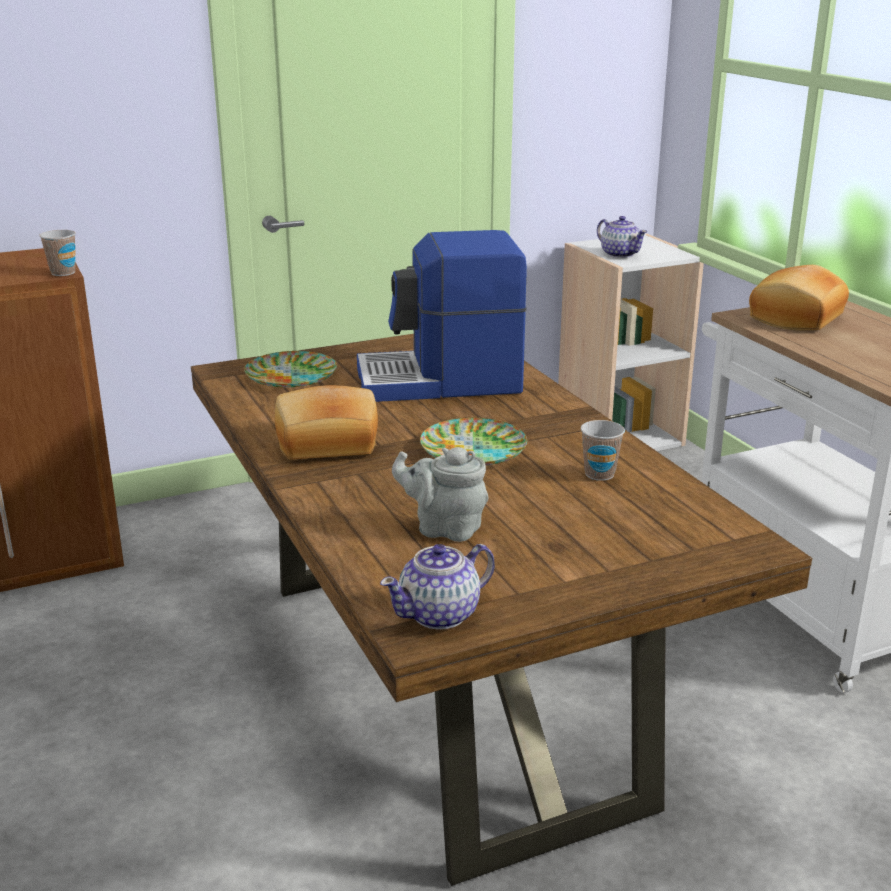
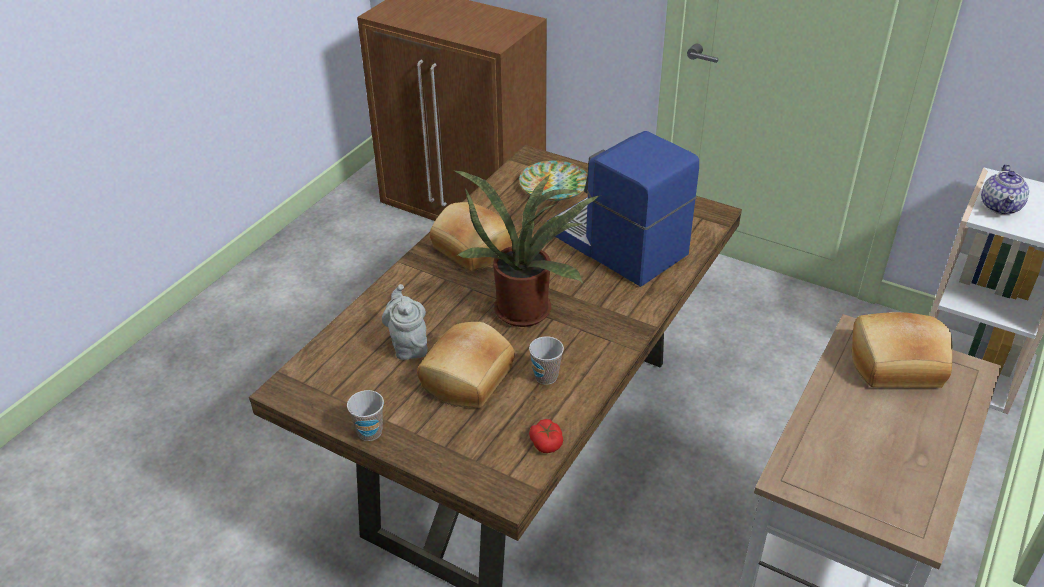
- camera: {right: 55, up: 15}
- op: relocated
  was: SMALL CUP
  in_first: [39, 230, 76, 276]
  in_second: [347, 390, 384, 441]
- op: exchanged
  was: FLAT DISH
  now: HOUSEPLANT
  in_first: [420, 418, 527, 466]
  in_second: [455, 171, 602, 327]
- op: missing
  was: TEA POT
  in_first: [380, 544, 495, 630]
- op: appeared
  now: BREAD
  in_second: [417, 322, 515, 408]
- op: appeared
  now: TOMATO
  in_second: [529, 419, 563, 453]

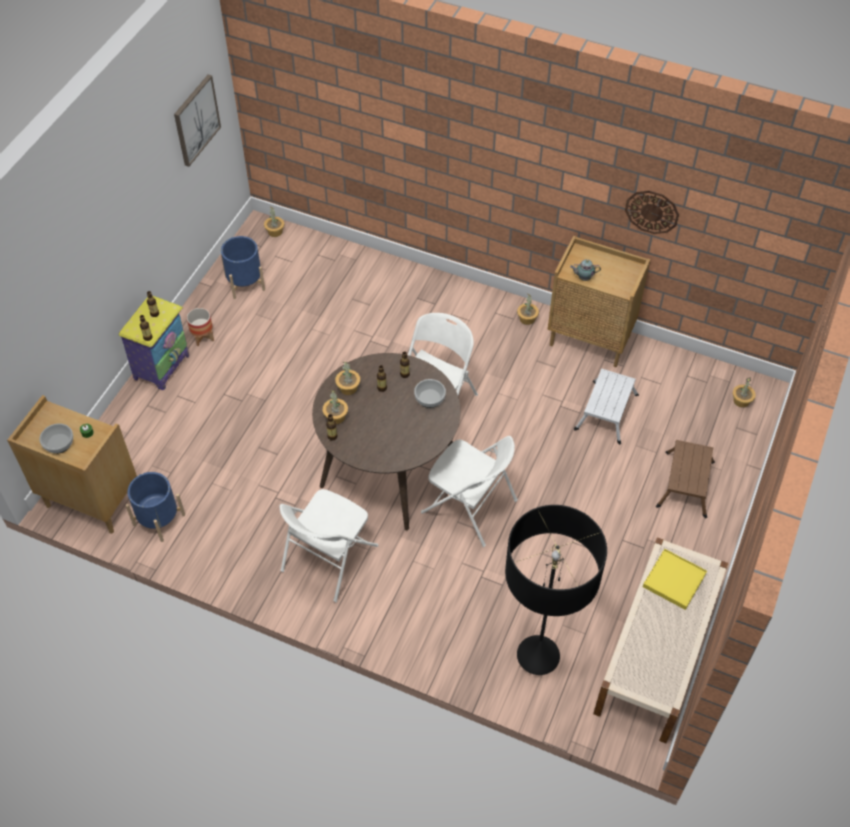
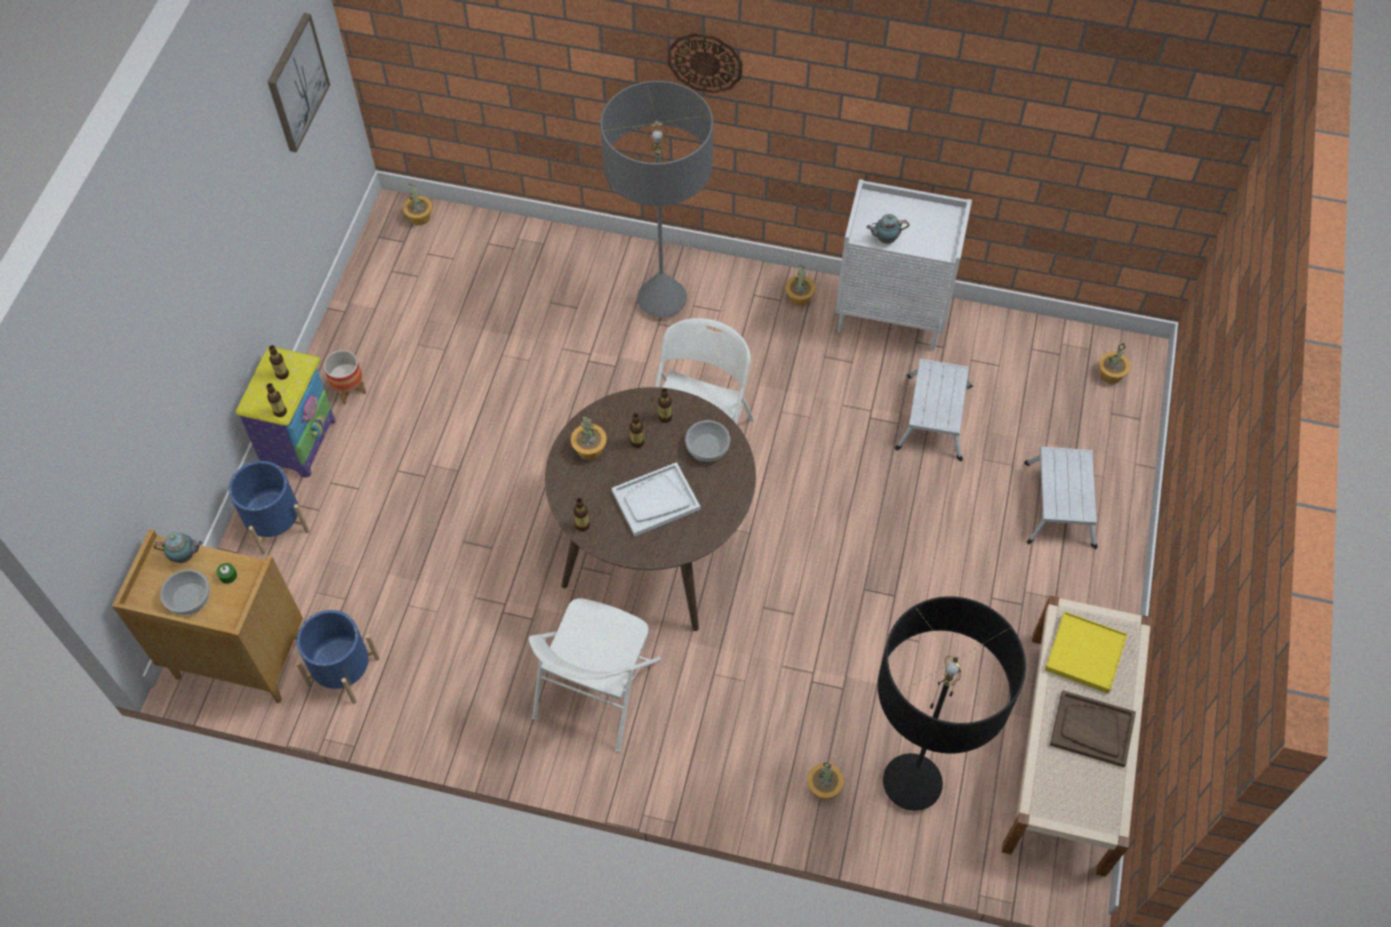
- camera: {right: -10, up: 5}
- op: relocated
  was: WALL CLOCK
  in_first: [625, 190, 679, 234]
  in_second: [668, 33, 743, 93]
- op: relocated
  was: BLUE PLANTER
  in_first: [221, 236, 265, 299]
  in_second: [229, 461, 309, 555]
- op: colour
  was: BROWNISH CABINET
  now: WHITISH CABINET
  in_first: [548, 236, 651, 367]
  in_second: [835, 179, 972, 351]
- op: relocated
  was: HOUSEPLANT
  in_first: [323, 390, 348, 424]
  in_second: [807, 762, 844, 800]
- op: missing
  was: WHITISH PLAIN CHAIR
  in_first: [421, 436, 518, 548]
- op: colour
  was: BROWNISH STEP LADDER
  now: WHITISH STEP LADDER
  in_first: [656, 440, 715, 519]
  in_second: [1024, 447, 1098, 550]
- op: appeared
  now: GREYISH STANDARD LAMP
  in_second: [600, 81, 713, 318]
- op: appeared
  now: WHITISH TRAY
  in_second: [612, 462, 700, 536]
- op: appeared
  now: TEA POT
  in_second: [153, 533, 203, 563]
- op: appeared
  now: BROWNISH TRAY
  in_second: [1050, 690, 1136, 767]

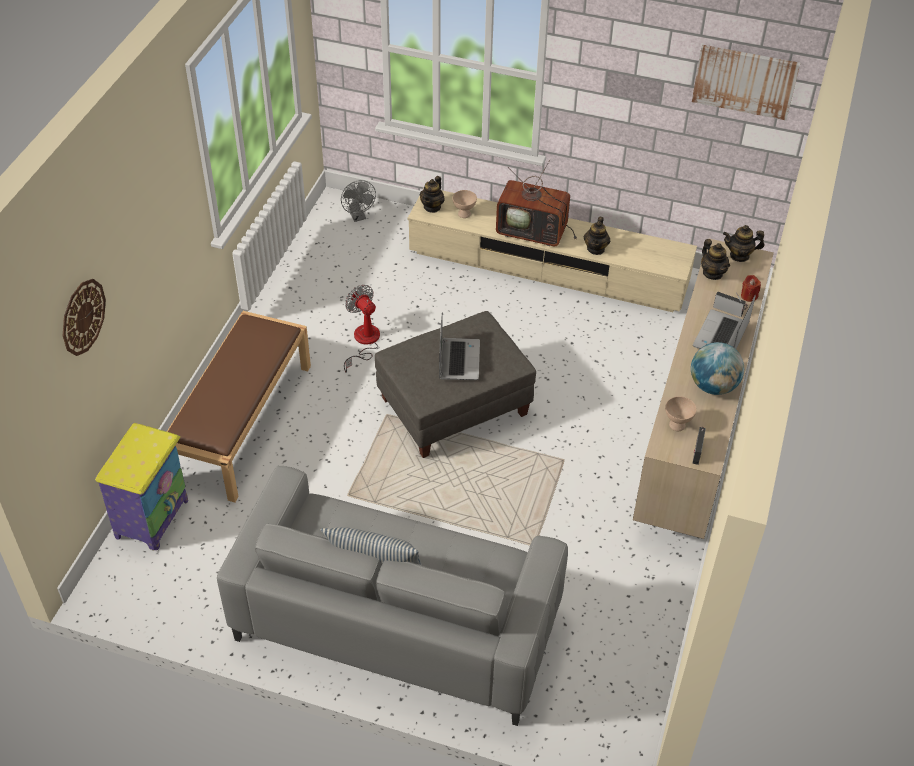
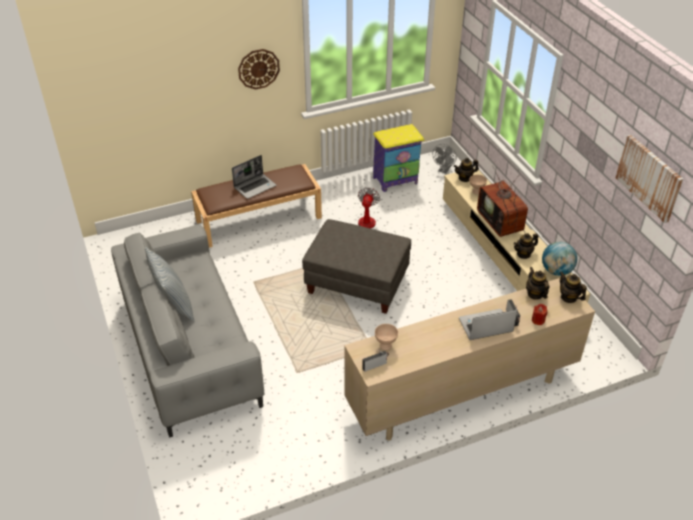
- camera: {right: 50, up: -5}
- op: spun
  was: TEA POT
  in_first: [701, 239, 730, 280]
  in_second: [526, 267, 549, 300]
  clockwise: 135
- op: relocated
  was: WALL CLOCK
  in_first: [63, 279, 106, 356]
  in_second: [238, 49, 280, 90]
- op: relocated
  was: LAPTOP
  in_first: [439, 312, 480, 380]
  in_second: [232, 155, 277, 199]
- op: relocated
  was: WORLD GLOBE
  in_first: [691, 342, 744, 395]
  in_second: [542, 242, 577, 276]
- op: relocated
  was: NIGHT TABLE
  in_first: [95, 423, 188, 550]
  in_second: [373, 124, 425, 192]

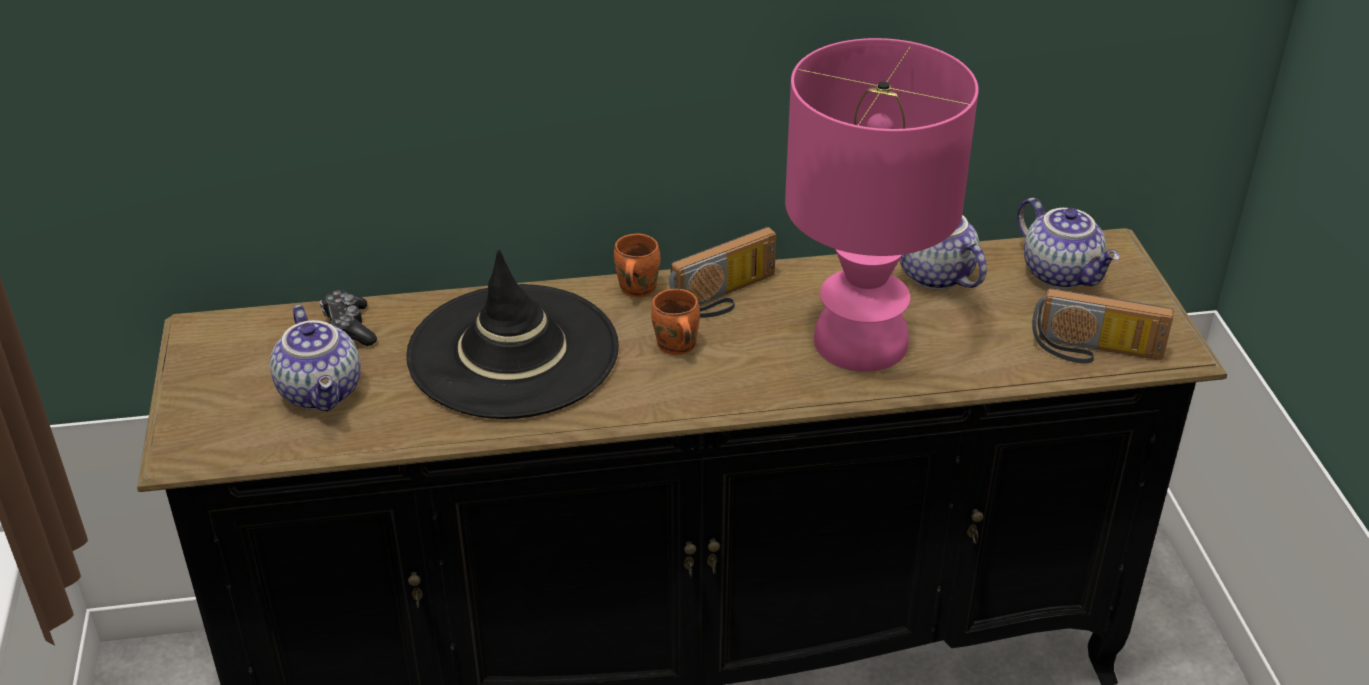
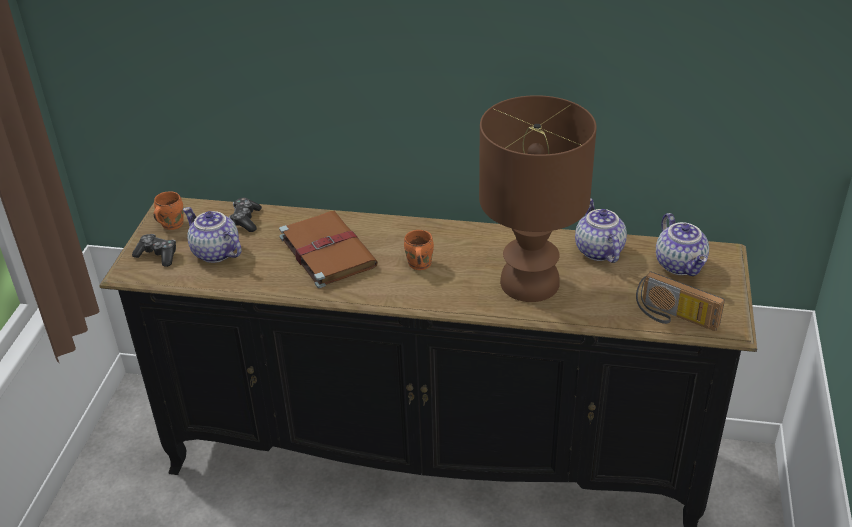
- camera: {right: 20, up: 0}
- op: colour
  was: PINK-COLOURED TABLE LAMP
  now: BROWNISH TABLE LAMP
  in_first: [785, 38, 979, 372]
  in_second: [479, 95, 597, 302]
- op: missing
  was: RADIO SET
  in_first: [669, 227, 776, 318]
- op: relocated
  was: ORANGEY COFFEE MUG
  in_first: [614, 234, 661, 297]
  in_second: [154, 191, 184, 230]
- op: exchanged
  was: BLACK WEARABLE HAT
  now: BROWNISH VOLUME
  in_first: [406, 250, 619, 419]
  in_second: [279, 211, 378, 288]
- op: spun
  was: TEA POT
  in_first: [270, 305, 361, 411]
  in_second: [183, 207, 241, 263]
  clockwise: 135
- op: appeared
  now: JOYPAD
  in_second: [132, 234, 176, 267]

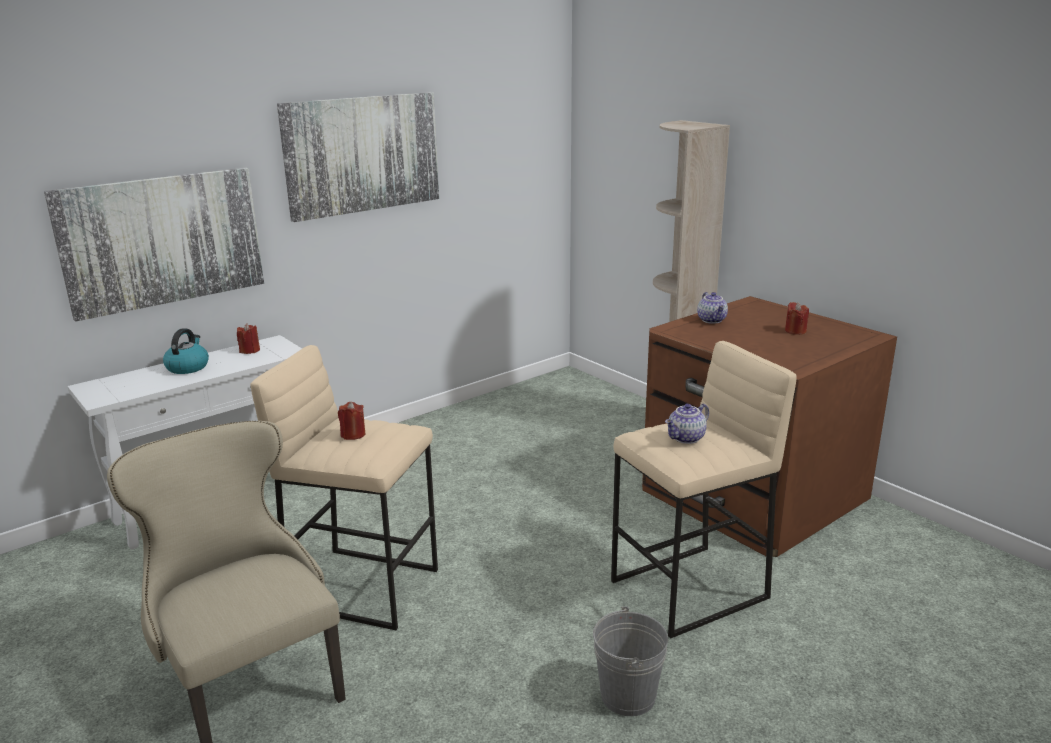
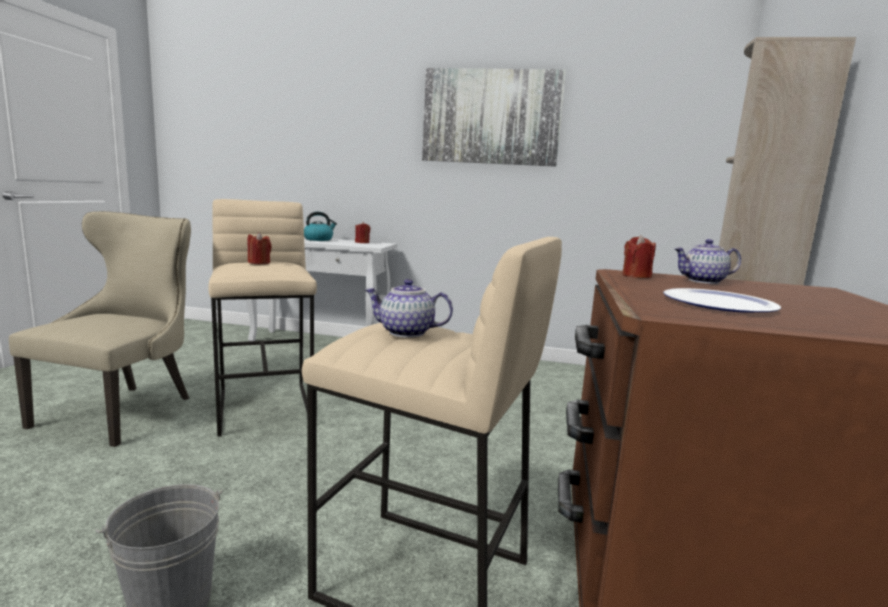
- camera: {right: 50, up: -10}
- op: missing
  was: WALL ART
  in_first: [44, 168, 264, 322]
- op: spun
  was: TEA POT
  in_first: [697, 292, 728, 324]
  in_second: [674, 239, 741, 284]
  clockwise: 45
- op: relocated
  was: RED CANDLE
  in_first: [785, 302, 809, 335]
  in_second: [622, 235, 656, 278]
- op: appeared
  now: FLAT DISH
  in_second: [663, 288, 781, 313]

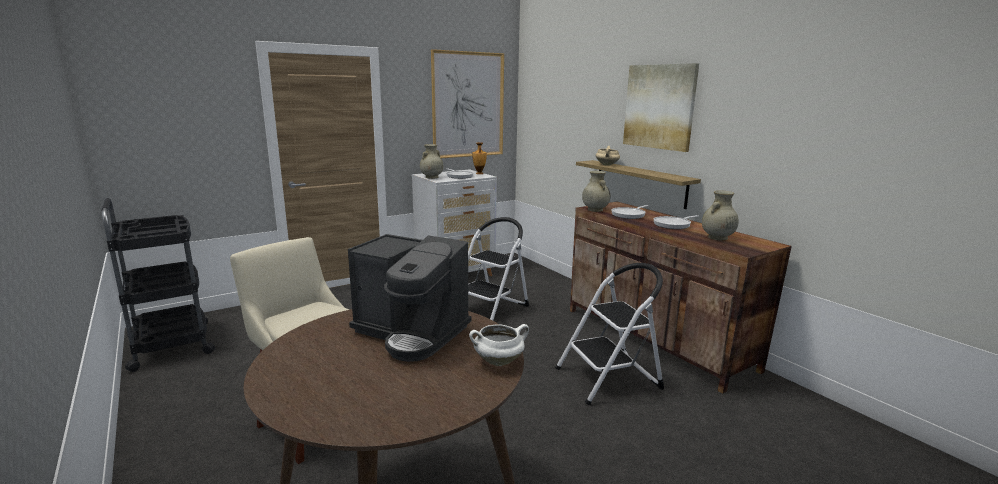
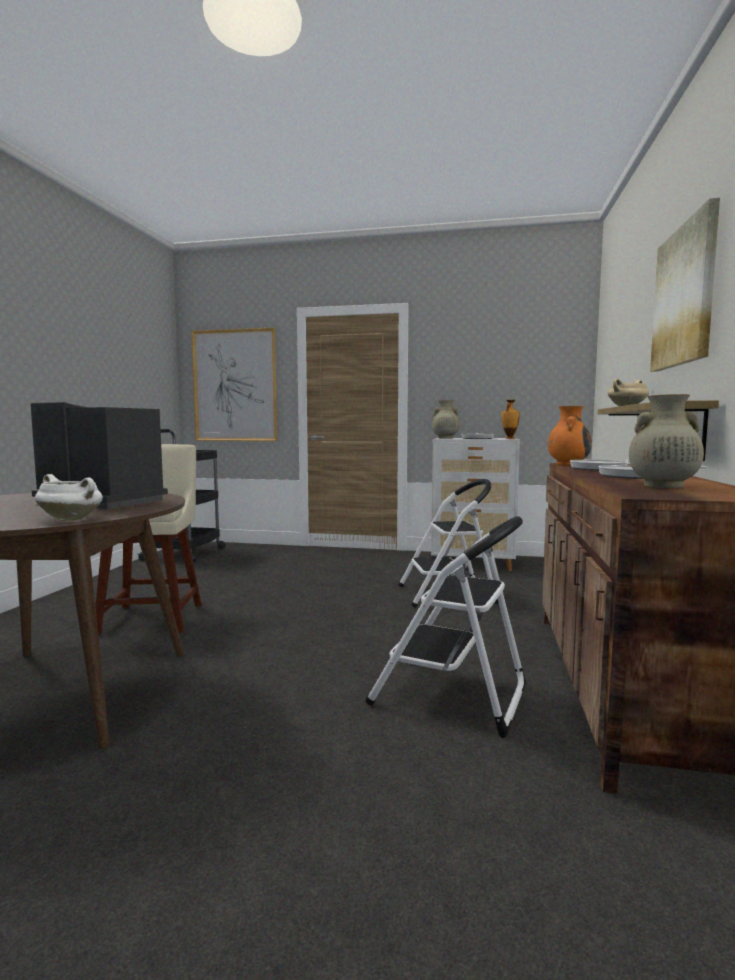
- camera: {right: 45, up: -10}
- op: relocated
  was: WALL ART
  in_first: [431, 49, 504, 158]
  in_second: [191, 328, 277, 441]
- op: colour
  was: BEIGE-COLOURED VASE
  now: ORANGEY VASE
  in_first: [582, 171, 610, 212]
  in_second: [548, 406, 592, 466]
- op: spun
  was: COFFEE MACHINE
  in_first: [348, 234, 471, 362]
  in_second: [31, 402, 168, 509]
  clockwise: 135

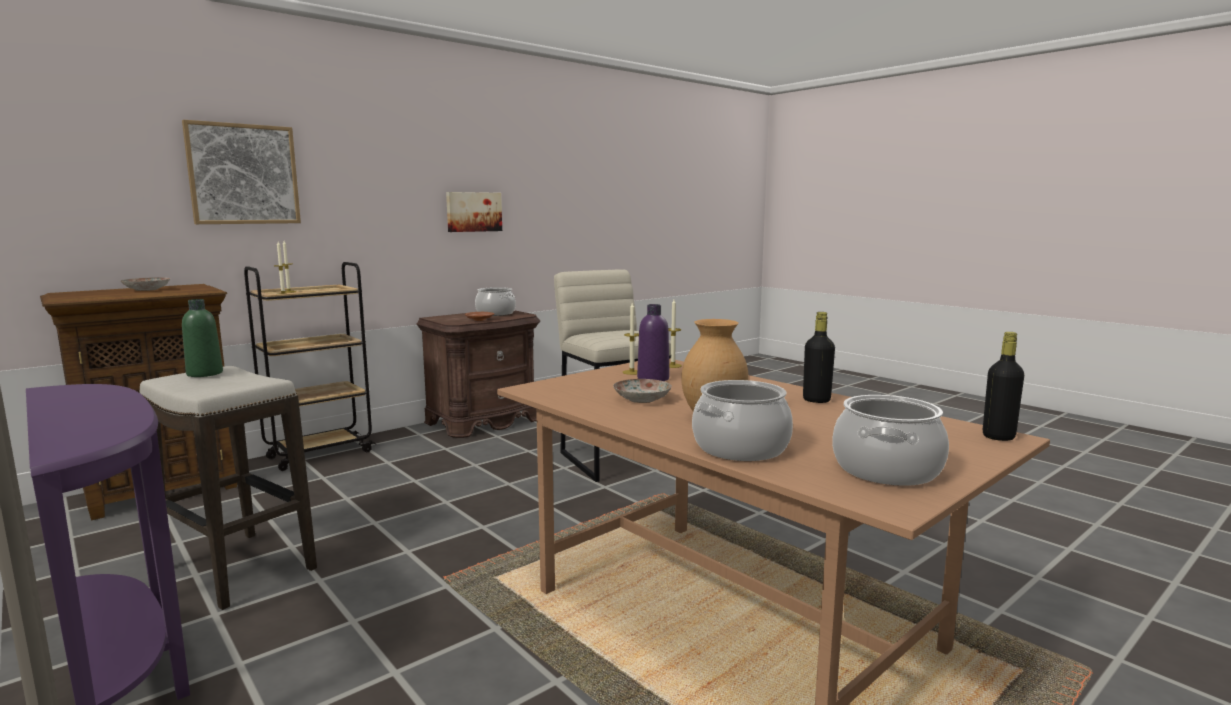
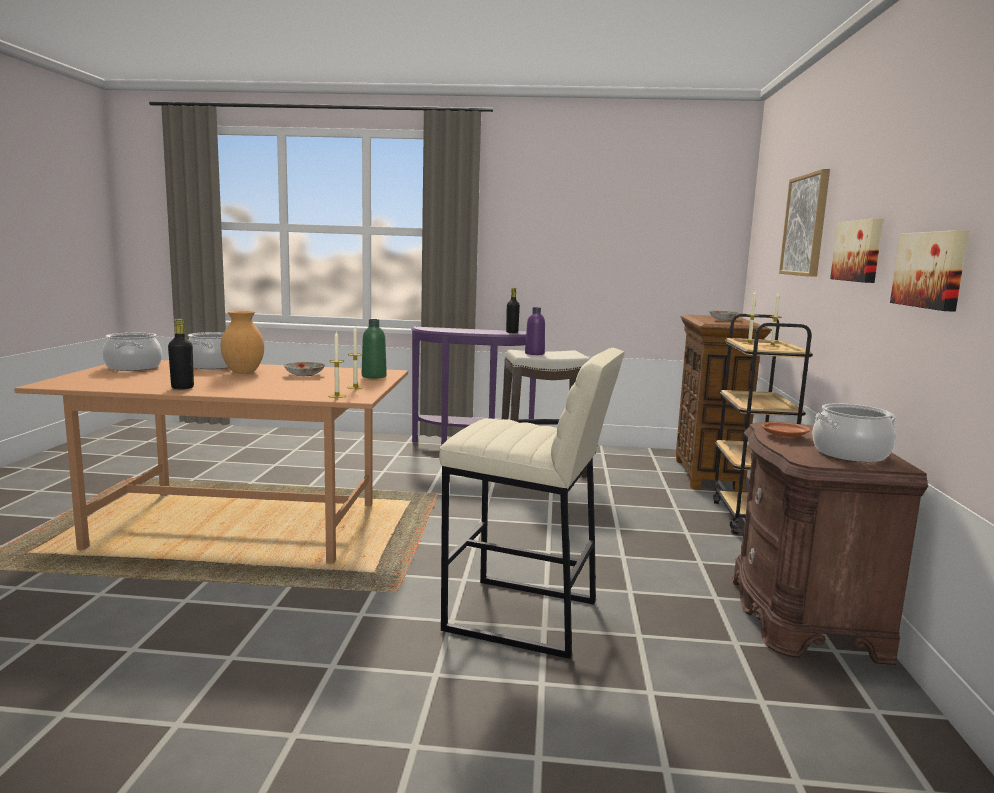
- camera: {right: 135, up: 0}
- op: relocated
  was: GREEN BOTTLE
  in_first: [182, 299, 223, 377]
  in_second: [362, 319, 387, 379]
- op: relocated
  was: PURPLE-COLOURED BOTTLE
  in_first: [637, 304, 669, 381]
  in_second: [525, 307, 545, 355]
- op: relocated
  was: BLACK BOTTLE
  in_first: [983, 332, 1024, 441]
  in_second: [506, 288, 520, 333]
- op: appeared
  now: WALL ART
  in_second: [830, 219, 883, 283]

